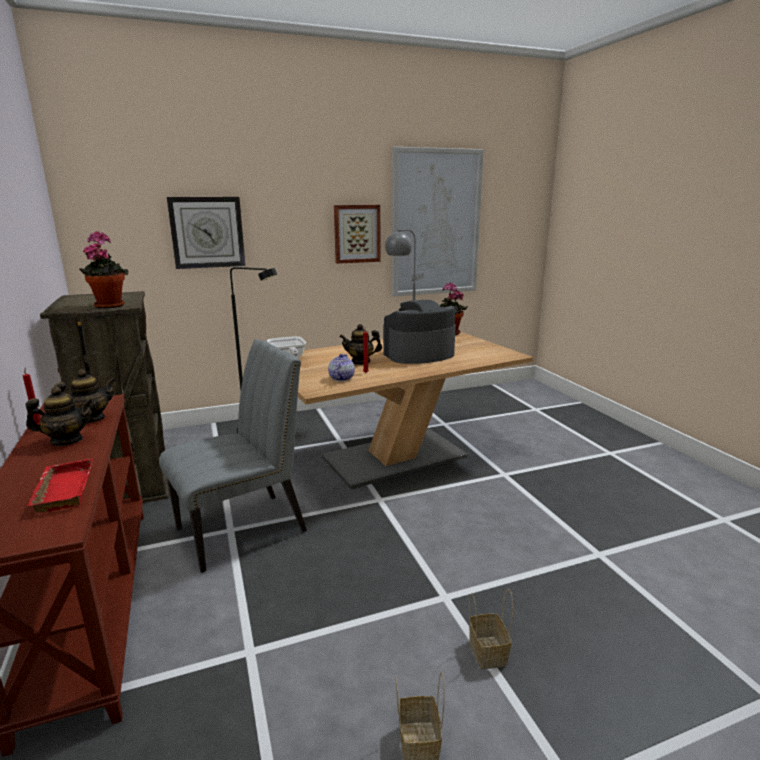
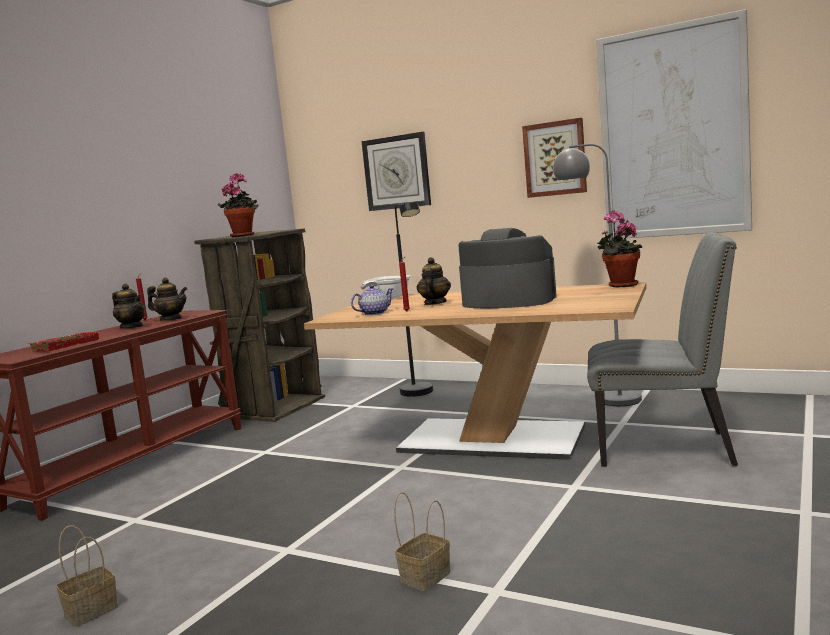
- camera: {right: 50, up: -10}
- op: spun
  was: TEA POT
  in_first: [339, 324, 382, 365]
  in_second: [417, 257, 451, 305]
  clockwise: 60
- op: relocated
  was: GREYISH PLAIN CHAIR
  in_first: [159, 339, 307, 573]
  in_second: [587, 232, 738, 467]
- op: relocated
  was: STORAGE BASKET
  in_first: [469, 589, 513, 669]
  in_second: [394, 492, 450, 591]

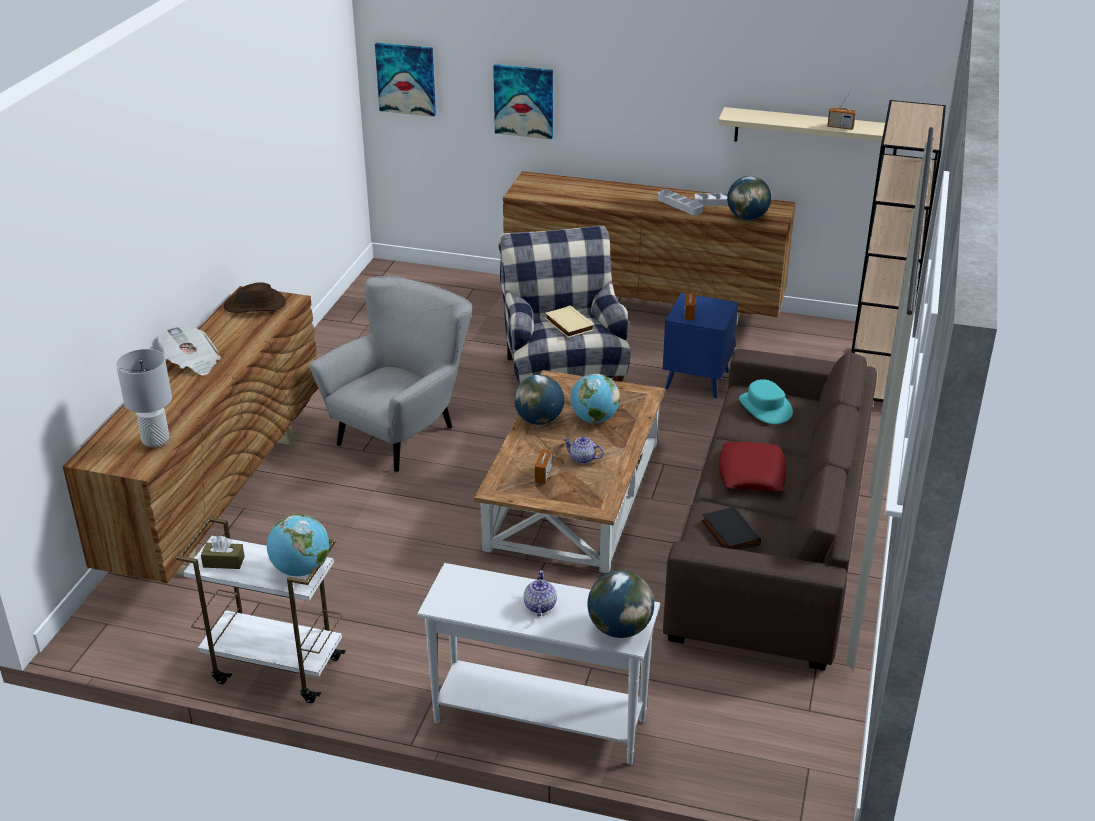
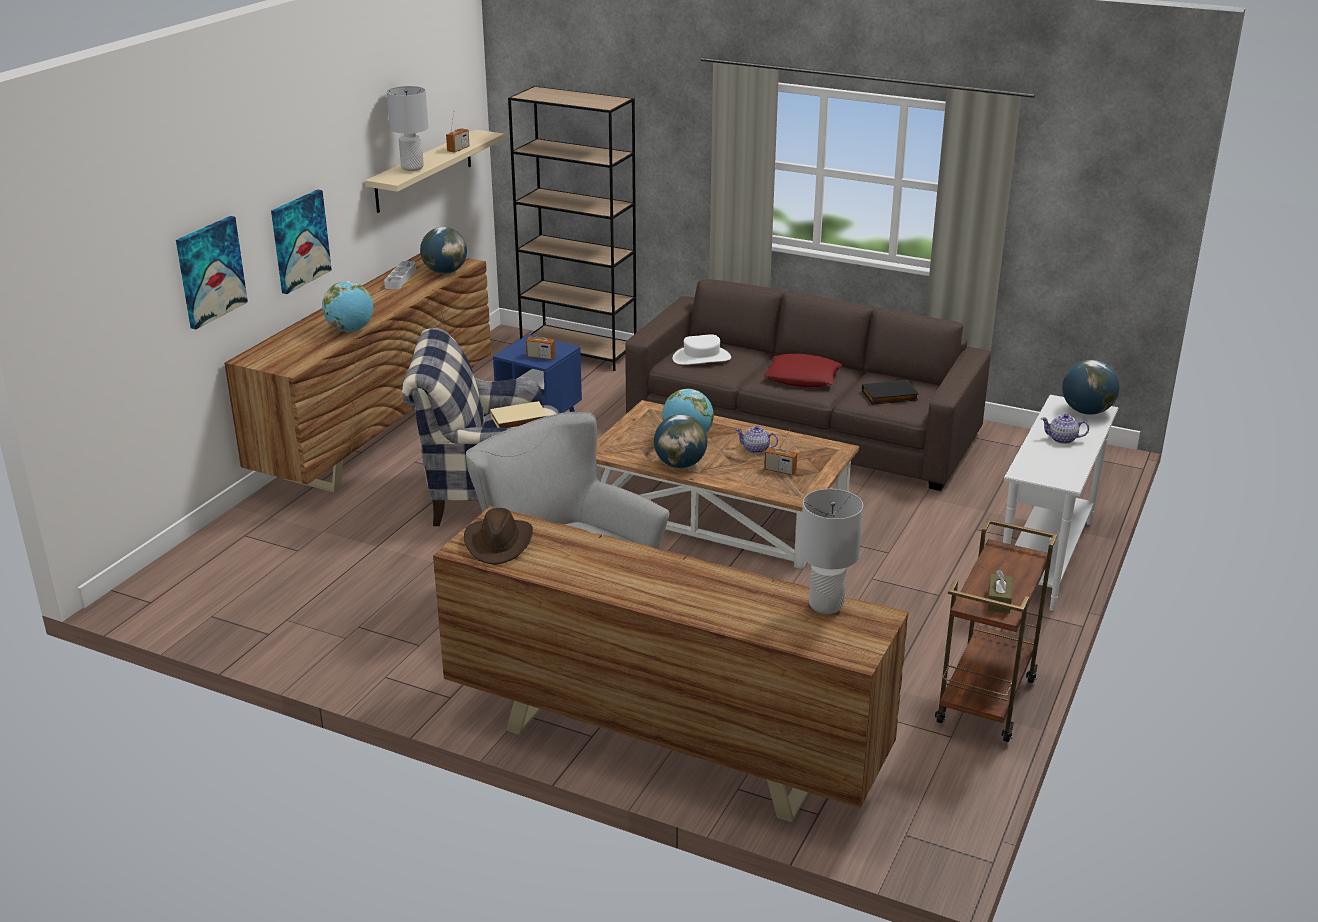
- camera: {right: -80, up: -5}
- op: relocated
  was: WALL ART
  in_first: [375, 43, 436, 117]
  in_second: [271, 190, 332, 294]
- op: missing
  was: GREYISH TRAY
  in_first: [658, 190, 703, 215]
- op: missing
  was: PRINTED PAPER
  in_first: [161, 326, 221, 375]
- op: colour
  was: TURQUOISE-COLOURED WEARABLE HAT
  now: WHITISH WEARABLE HAT
  in_first: [739, 379, 793, 424]
  in_second: [673, 334, 731, 365]
- op: spun
  was: TEA POT
  in_first: [563, 437, 604, 464]
  in_second: [735, 426, 778, 454]
  clockwise: 75
- op: relocated
  was: WORLD GLOBE
  in_first: [267, 514, 329, 576]
  in_second: [322, 281, 373, 332]
- op: colour
  was: WHITISH WHEELED CART
  now: BROWNISH WHEELED CART
  in_first: [176, 517, 346, 703]
  in_second: [935, 519, 1058, 742]
- op: appeared
  now: GREYISH TABLE LAMP
  in_second: [387, 86, 428, 171]

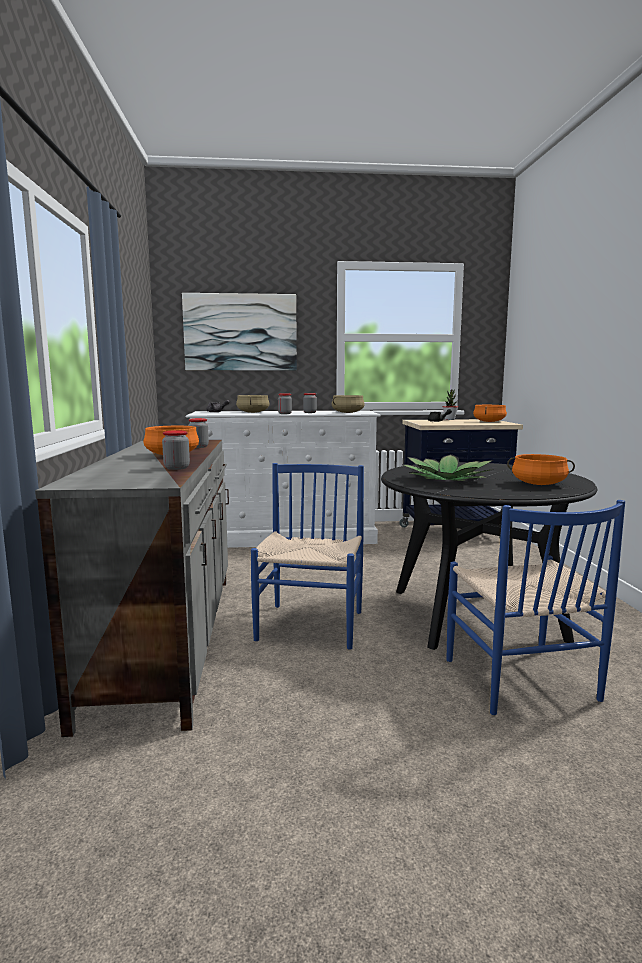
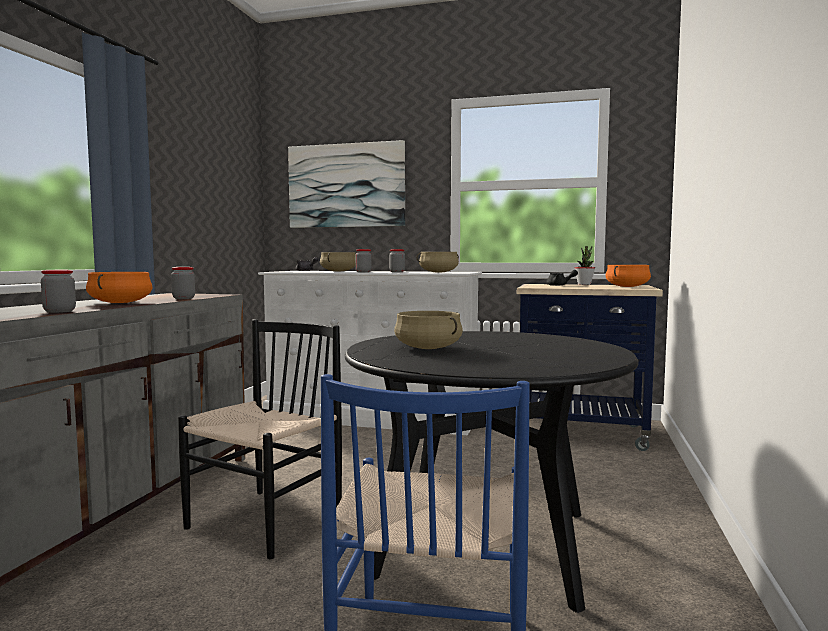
- camera: {right: 20, up: -5}
- op: exchanged
  was: HOUSEPLANT
  now: BEIGE-COLOURED STOCKPOT
  in_first: [401, 454, 494, 481]
  in_second: [394, 311, 463, 349]
- op: missing
  was: ORANGEY STOCKPOT
  in_first: [507, 454, 575, 485]
- op: colour
  was: BLUE PLAIN CHAIR
  now: BLACK PLAIN CHAIR
  in_first: [251, 463, 364, 650]
  in_second: [178, 319, 342, 559]

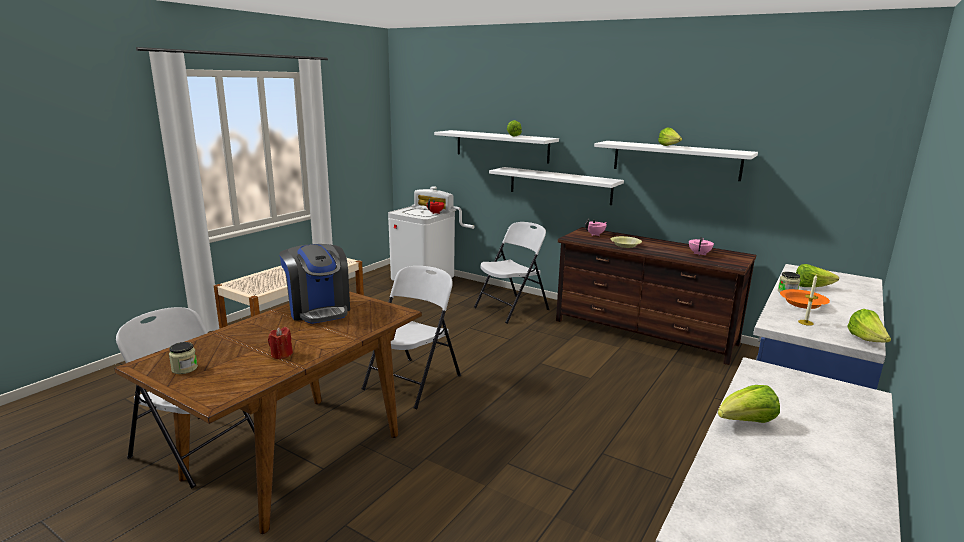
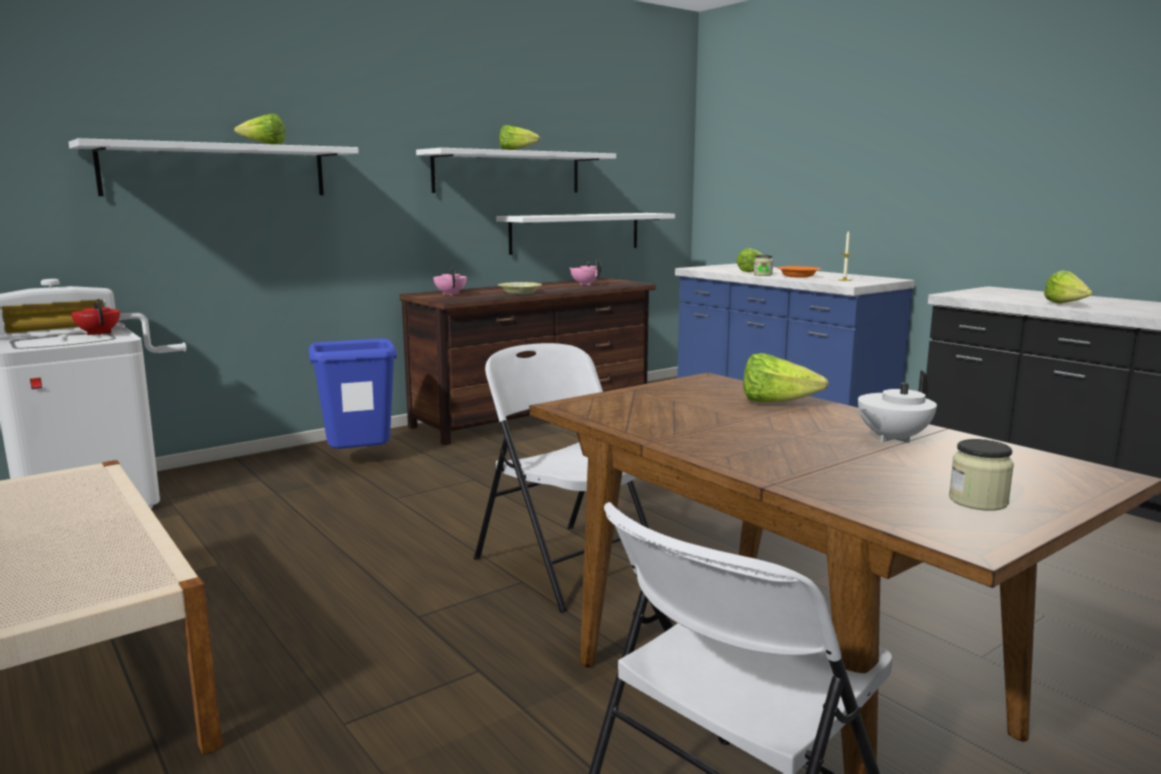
- camera: {right: -70, up: -5}
- op: relocated
  was: WHITISH SHELF
  in_first: [489, 167, 624, 205]
  in_second: [496, 213, 675, 255]
- op: exchanged
  was: WHITISH PLAIN CHAIR
  now: BLUE TRASH CAN
  in_first: [474, 222, 550, 324]
  in_second: [309, 339, 397, 449]
- op: missing
  was: COFFEE MACHINE
  in_first: [279, 244, 350, 324]
- op: relocated
  was: LETTUCE HEAD
  in_first: [847, 309, 891, 343]
  in_second: [743, 353, 829, 402]
- op: exchanged
  was: RED CANDLE
  now: WHITISH TEA POT
  in_first: [268, 327, 293, 359]
  in_second: [858, 370, 937, 443]

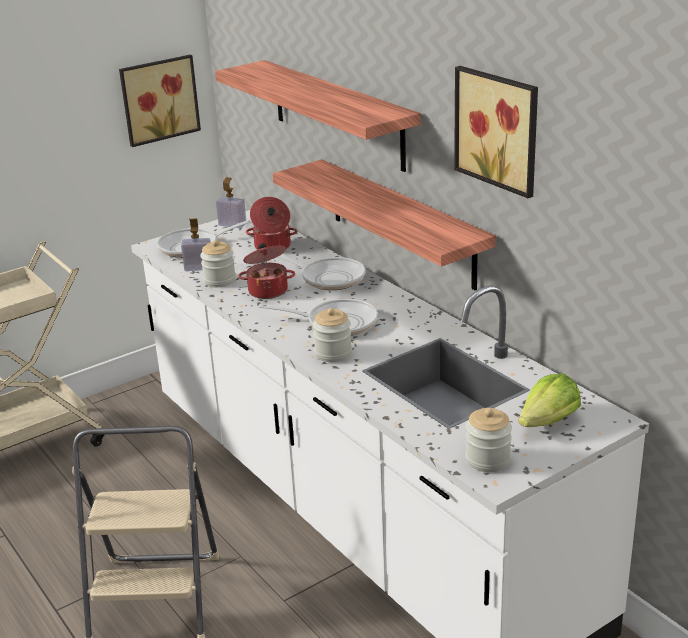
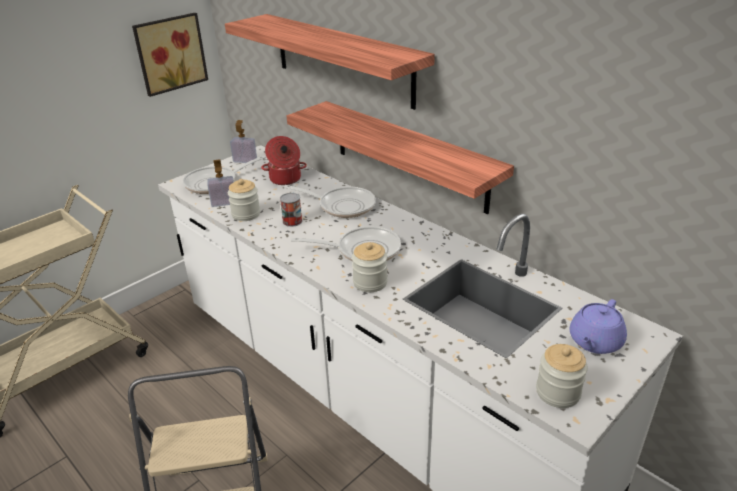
- camera: {right: -10, up: 5}
- op: missing
  was: WALL ART
  in_first: [454, 66, 538, 198]
- op: exchanged
  was: STOCKPOT
  now: CAN
  in_first: [238, 243, 295, 299]
  in_second: [280, 193, 302, 227]
- op: exchanged
  was: LETTUCE HEAD
  now: PURPLE-COLOURED TEA POT
  in_first: [519, 374, 581, 427]
  in_second: [570, 299, 627, 354]

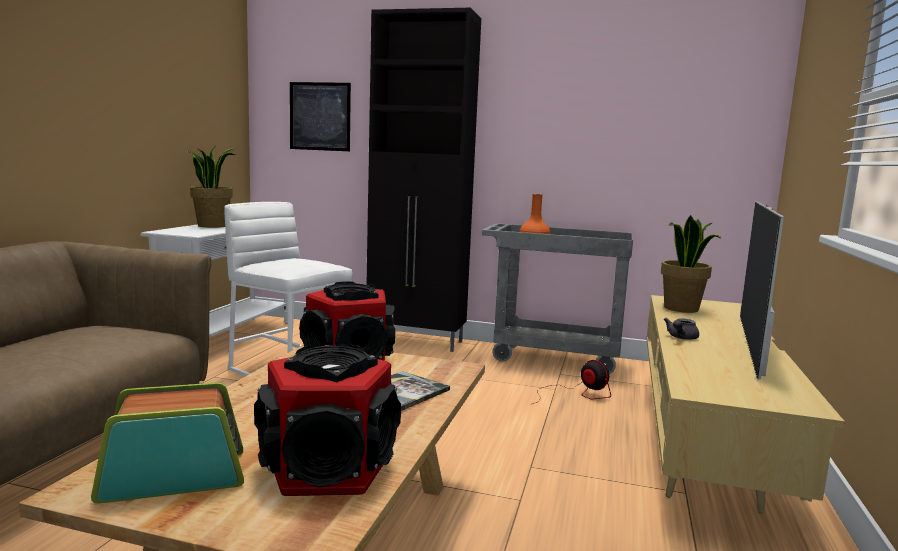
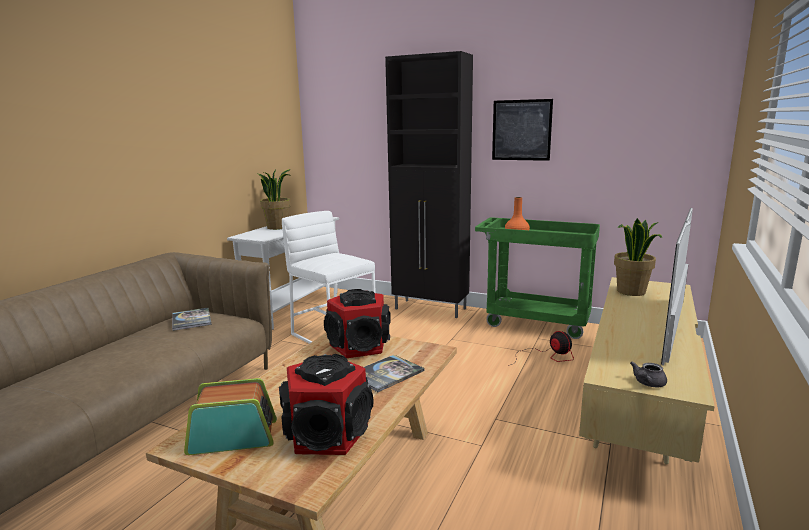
- camera: {right: 10, up: 5}
- op: relocated
  was: WALL ART
  in_first: [290, 82, 351, 151]
  in_second: [492, 99, 553, 161]
- op: colour
  was: GREYISH WHEELED CART
  now: GREEN WHEELED CART
  in_first: [482, 223, 633, 374]
  in_second: [475, 217, 600, 339]
- op: relocated
  was: GREYISH TEA POT
  in_first: [664, 318, 699, 340]
  in_second: [630, 362, 667, 387]
- op: appeared
  now: VOLUME
  in_second: [172, 308, 212, 331]

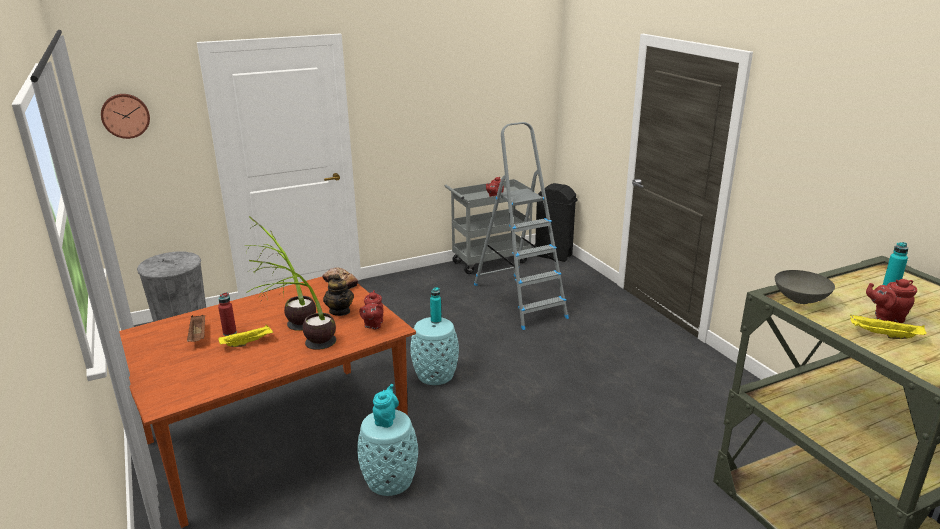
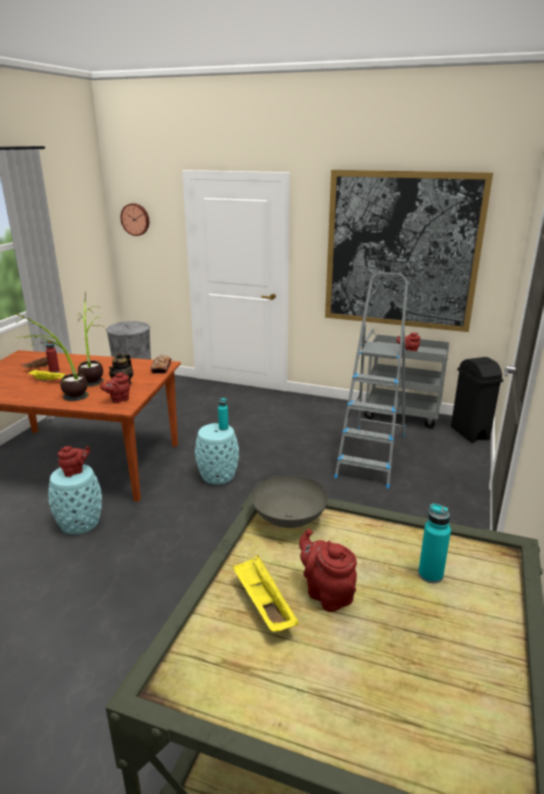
- camera: {right: 45, up: 0}
- op: colour
  was: TURQUOISE-COLOURED TEA POT
  now: RED TEA POT
  in_first: [373, 384, 399, 428]
  in_second: [58, 446, 90, 477]
- op: appeared
  now: WALL ART
  in_second: [325, 170, 493, 332]

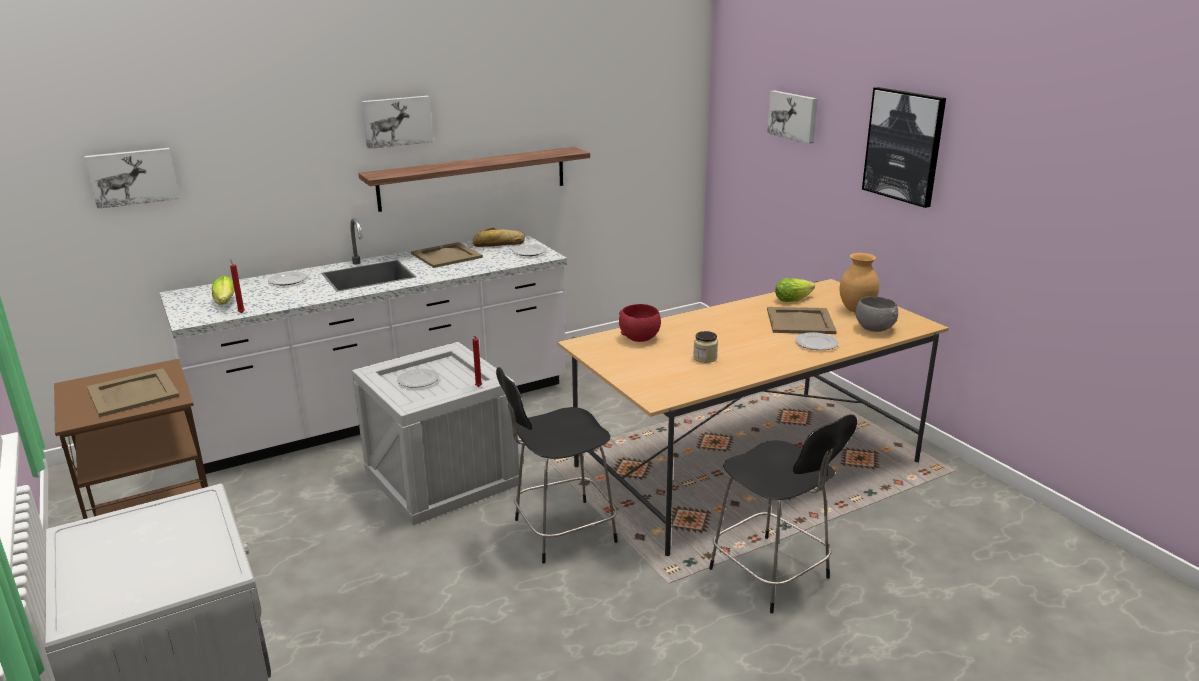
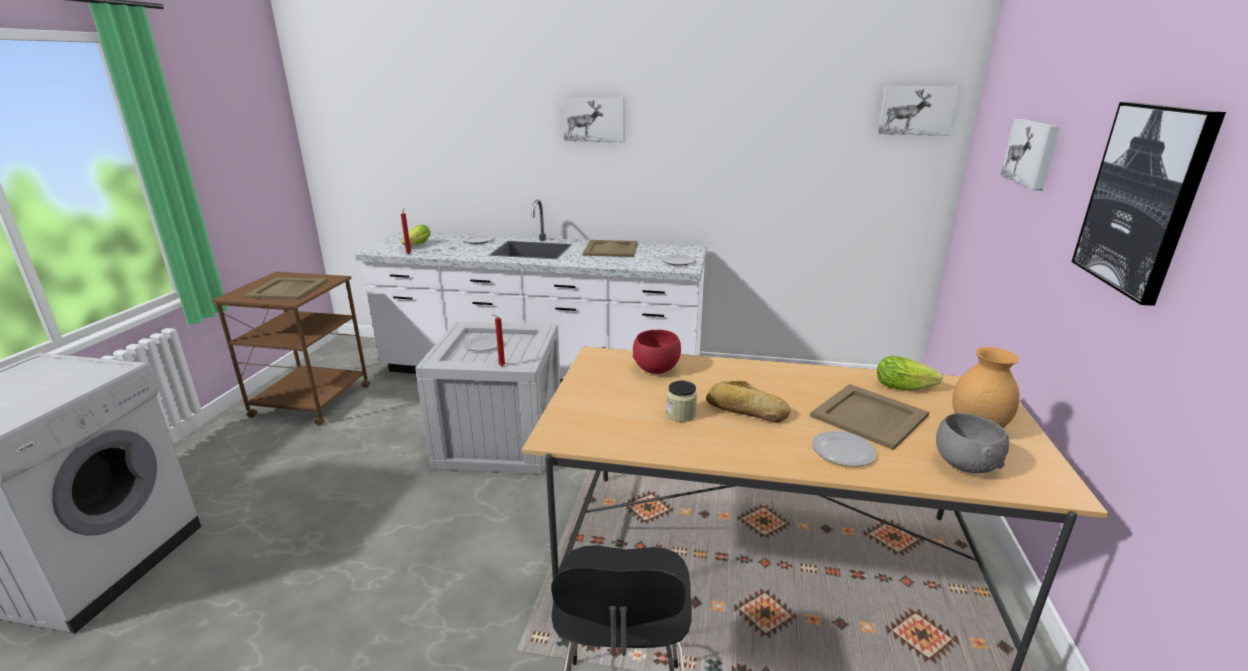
- camera: {right: 40, up: 0}
- op: missing
  was: SHELF
  in_first: [358, 147, 590, 212]
- op: relocated
  was: WALL ART
  in_first: [85, 148, 180, 209]
  in_second: [878, 86, 959, 136]
- op: relocated
  was: BREAD
  in_first: [473, 227, 525, 247]
  in_second: [706, 381, 790, 423]
- op: missing
  was: BLACK PLAIN CHAIR
  in_first: [496, 367, 618, 564]

